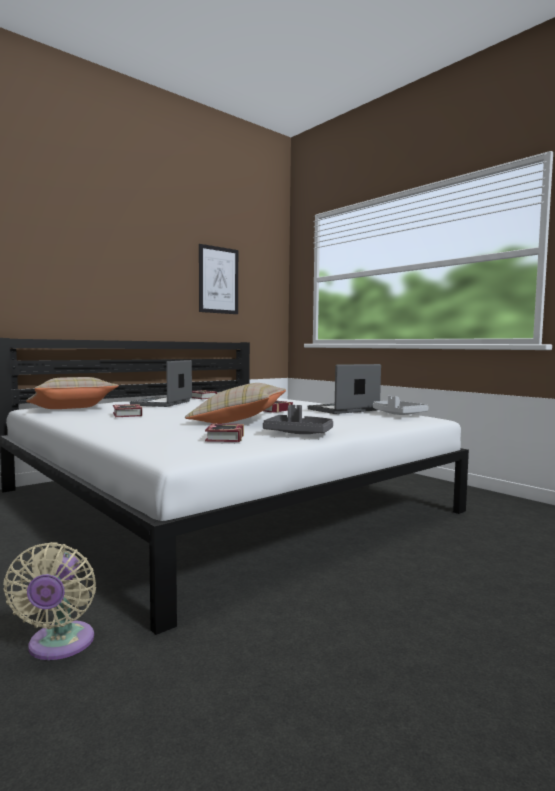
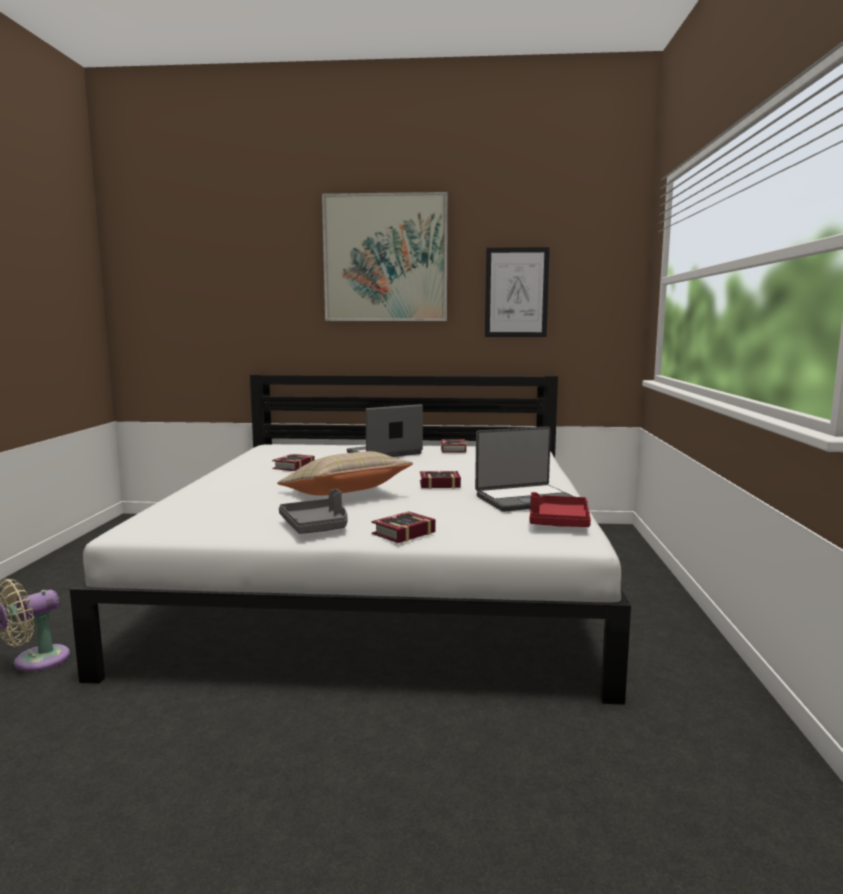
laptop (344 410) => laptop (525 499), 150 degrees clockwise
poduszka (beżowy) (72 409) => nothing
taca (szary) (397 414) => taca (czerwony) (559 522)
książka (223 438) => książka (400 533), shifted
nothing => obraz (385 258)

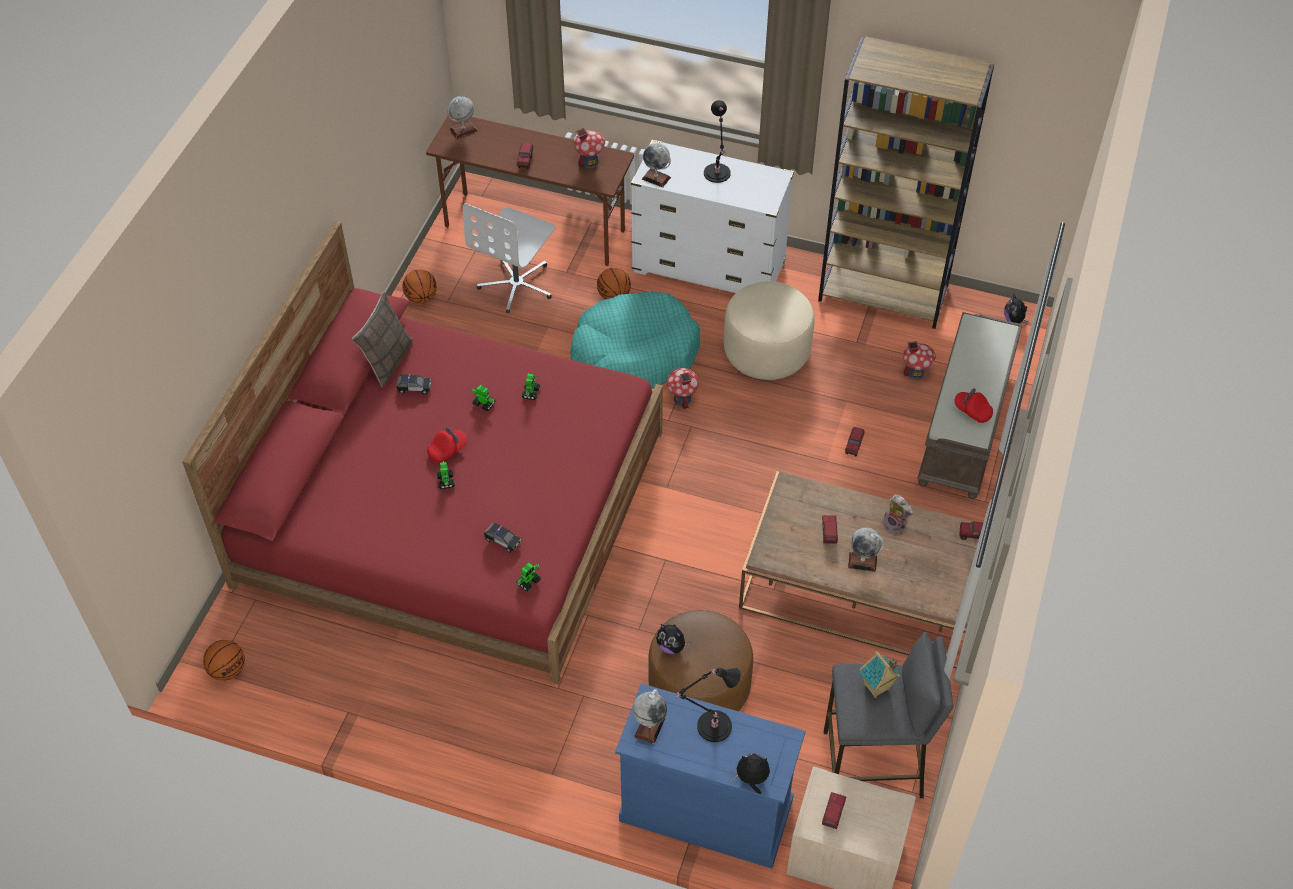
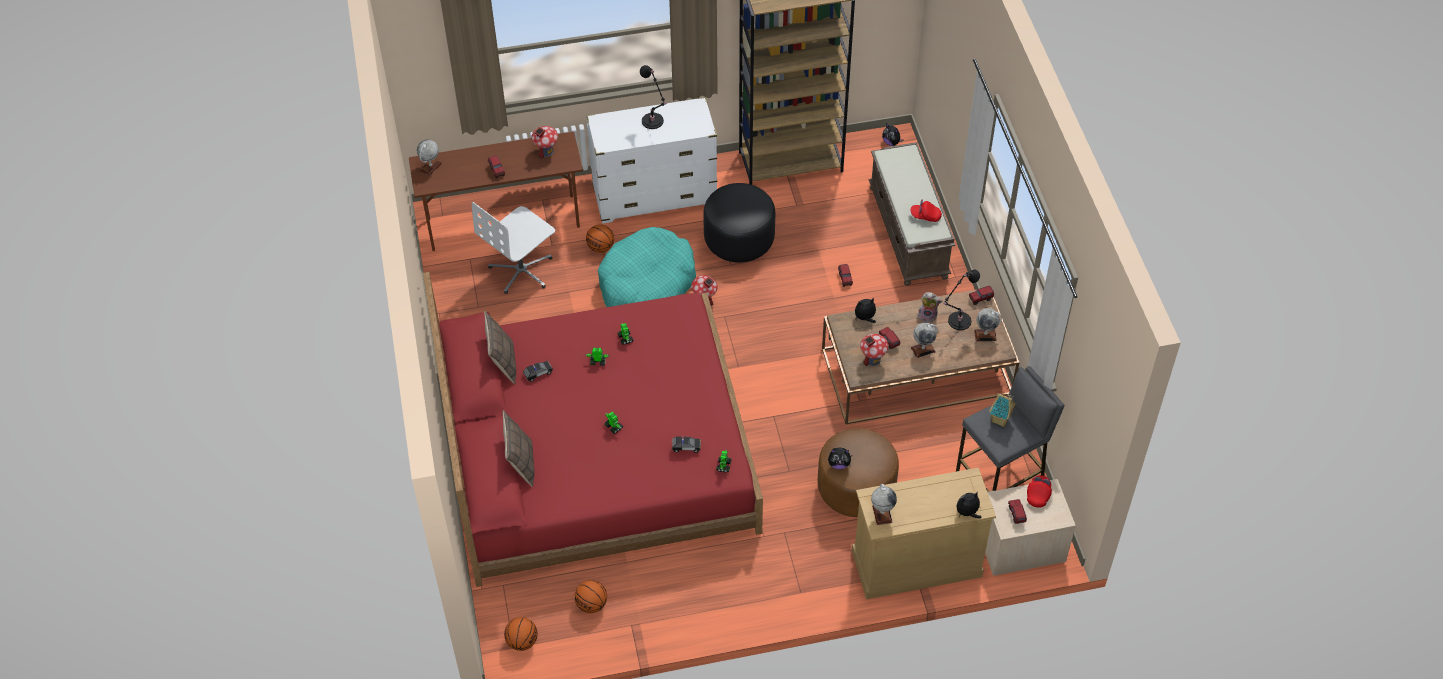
globus (656 178) => globus (985 335), shifted
krzesło biurowe (biały) (517 285) => krzesło biurowe (biały) (522 270), 45 degrees clockwise
piłka do koszykówki (421 298) => piłka do koszykówki (591 604), shifted
pufa (beżowy) (767 351) => pufa (czarny) (739 239)
domek (915 373) => domek (872 360), shifted
czapka z daszkiem (czerwony) (447 450) => czapka z daszkiem (czerwony) (1038 494), shifted
lampa stołowa (czarny) (711 726) => lampa stołowa (czarny) (957 322), shifted
komoda (niebieski) (706 810) => komoda (beżowy) (916 563)
nothing => pluszak (865 318)
nothing => poduszka (521 464)

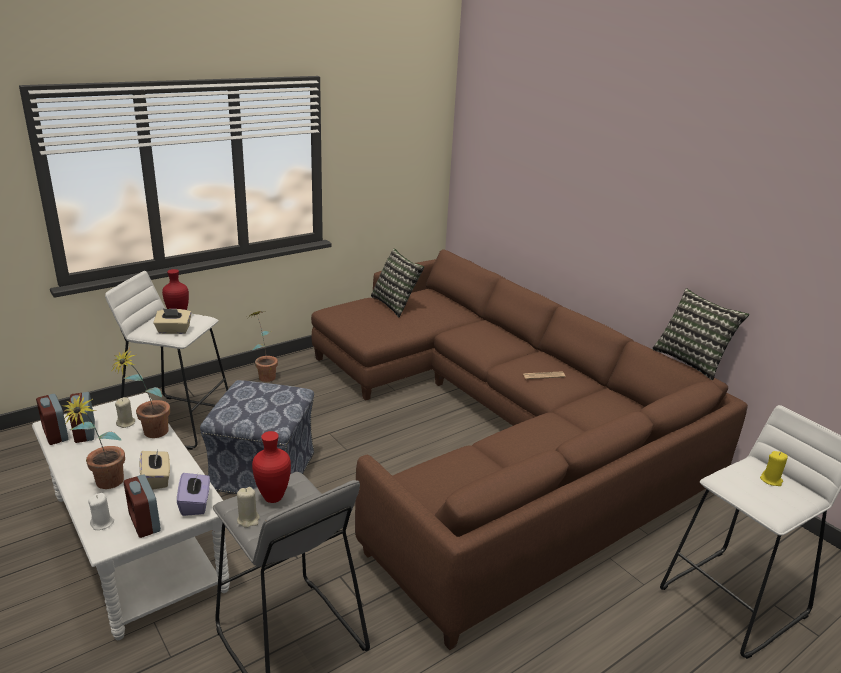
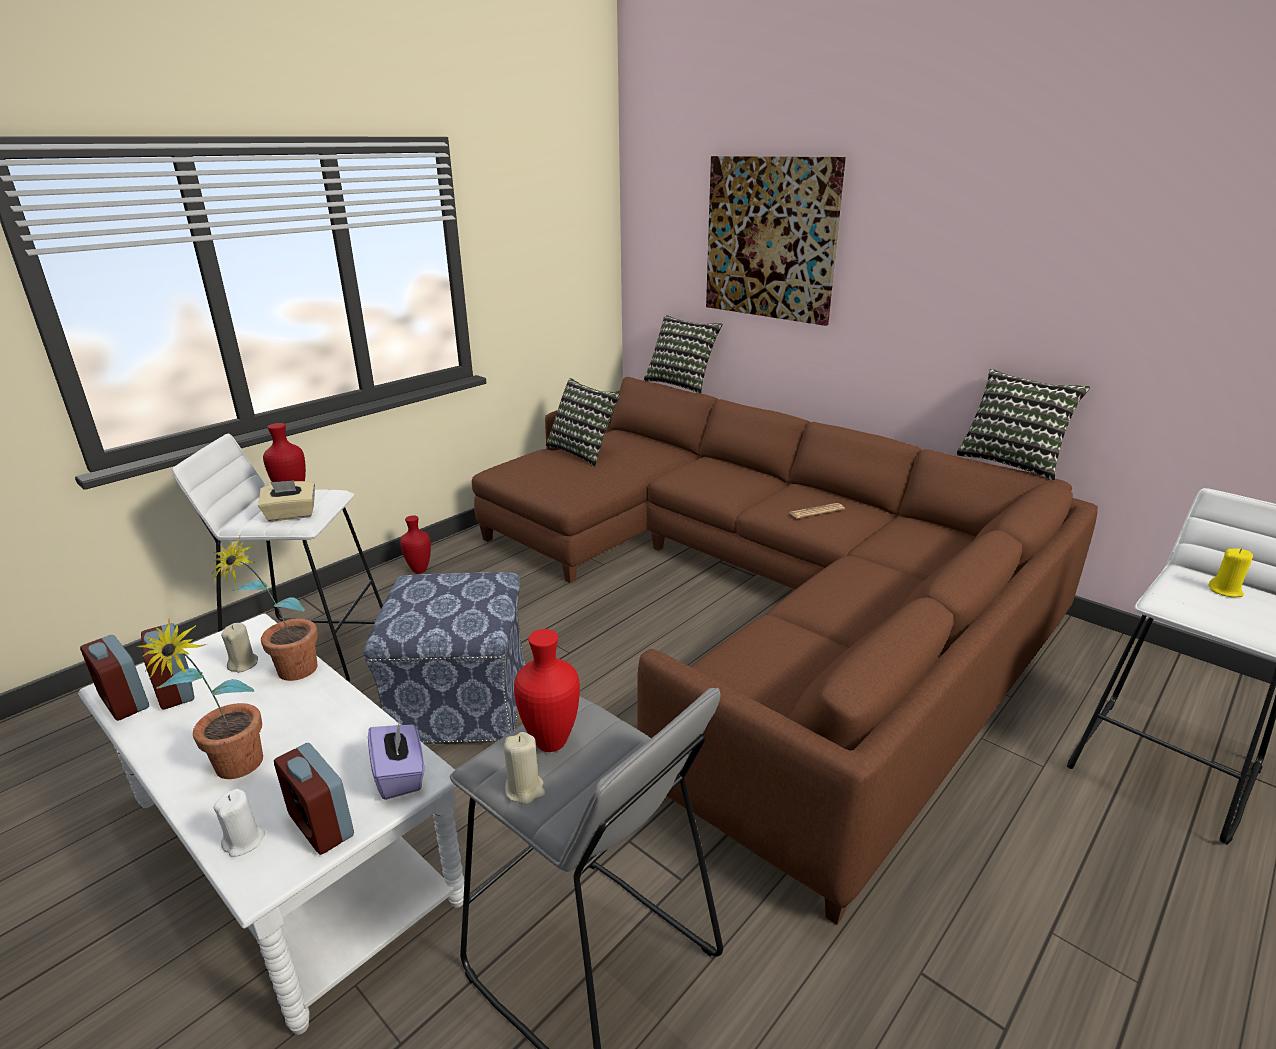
roślina doniczkowa (265 375) => wazon (czerwony) (419 571)
pudełko chusteczek (beżowy) (157 479) => nothing
nothing => obraz (770 239)
nothing => poduszka (681 383)

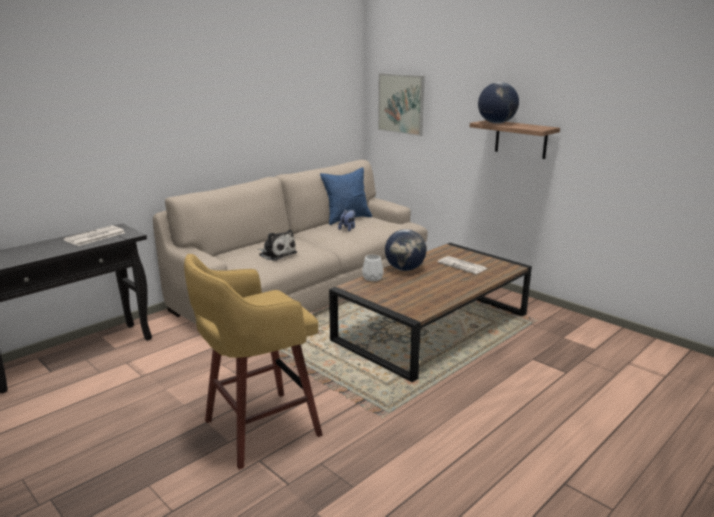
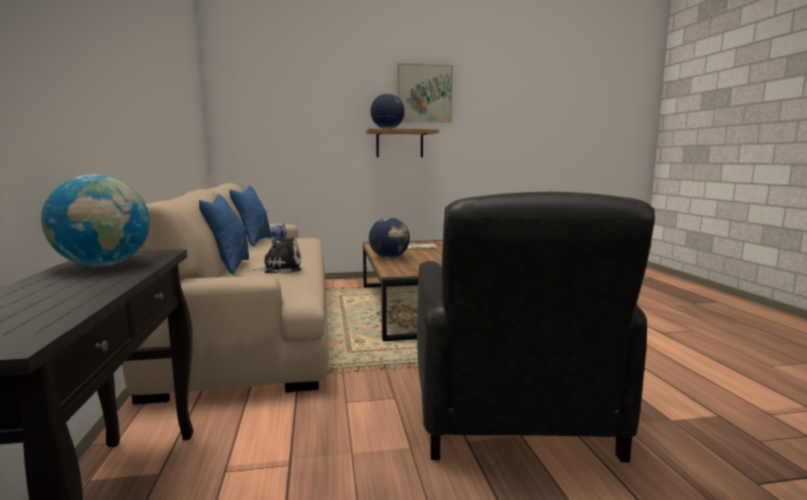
obraz (401 104) => obraz (424 93), shifted
gazeta (94 237) => globus (103 265)
stołek (żółty) (258 429) => fotel (czarny) (511 414)
wazon (biały) (373 278) => nothing
nothing => poduszka (niebieski) (228 267)

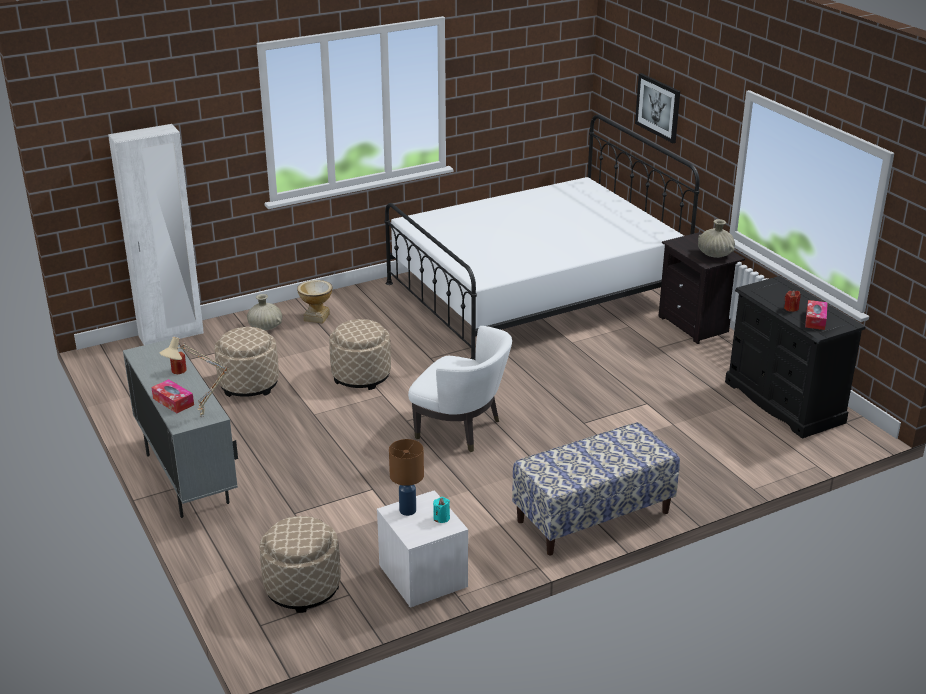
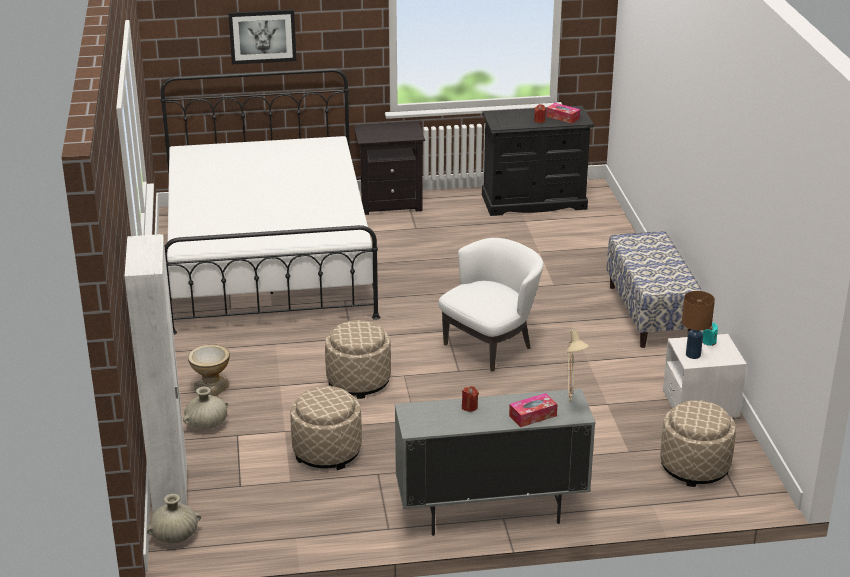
wazon (beżowy) (715 254) => wazon (beżowy) (175 536), shifted

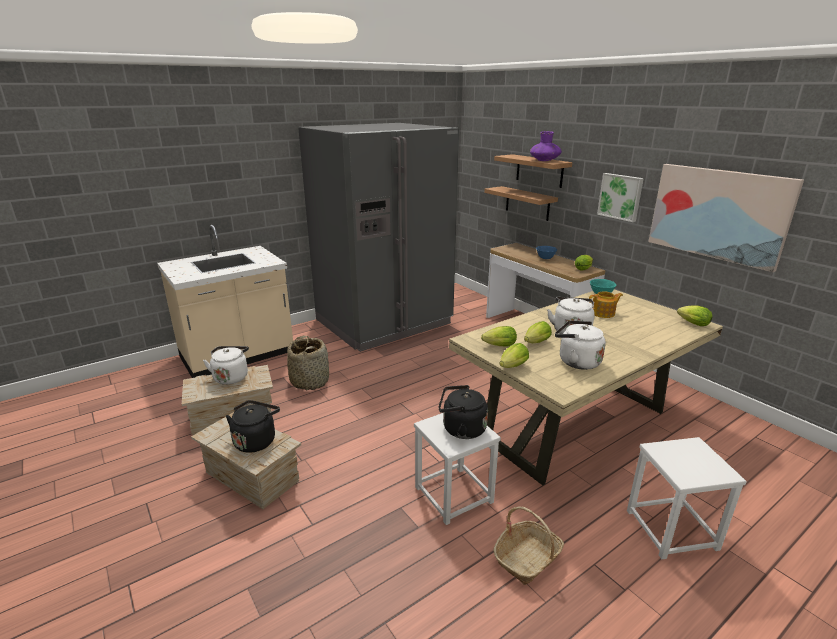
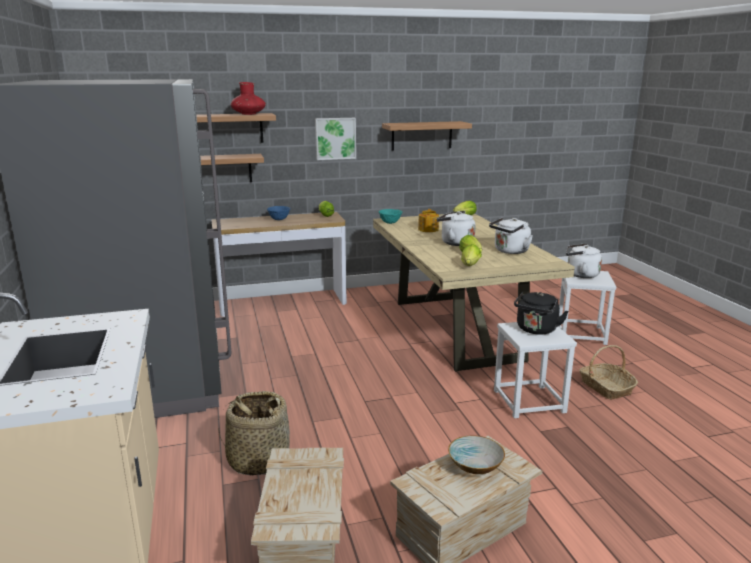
wazon (fioletowy) (544 160) => wazon (czerwony) (248 114)
obraz (718 214) => półka (421 135)
sałata (512 367) => nothing
czajnik (biały) (231 377) => czajnik (biały) (580 275), shifted
czajnik (czarny) (256 440) => miska (475 465)

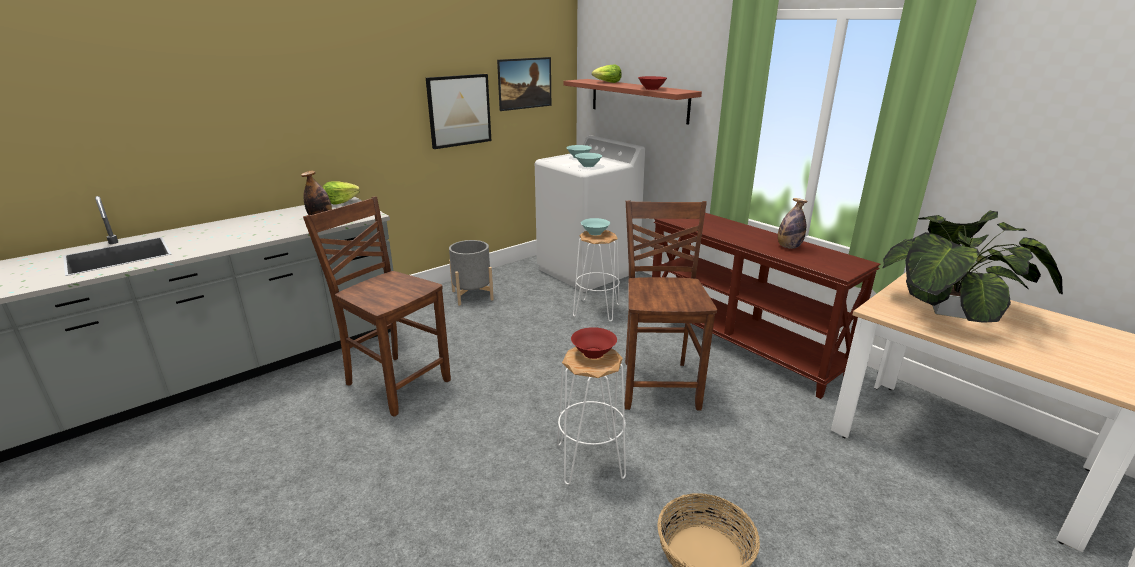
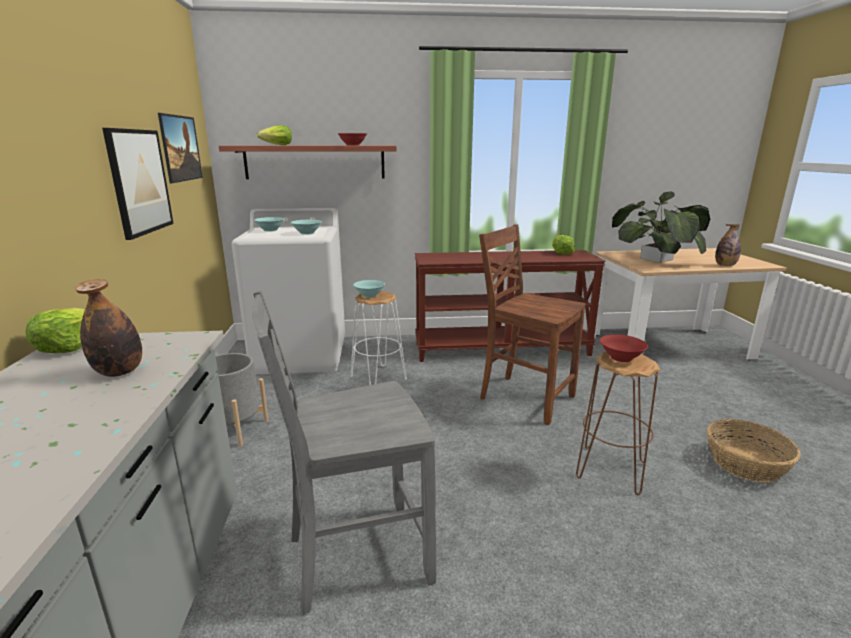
krzesło (brązowy) (396 382) => krzesło (szary) (355 557)
butelka (788 247) => butelka (725 265), shifted
stołek (biały) (591 461) => stołek (brązowy) (610 469)
nothing => sałata (561 253)

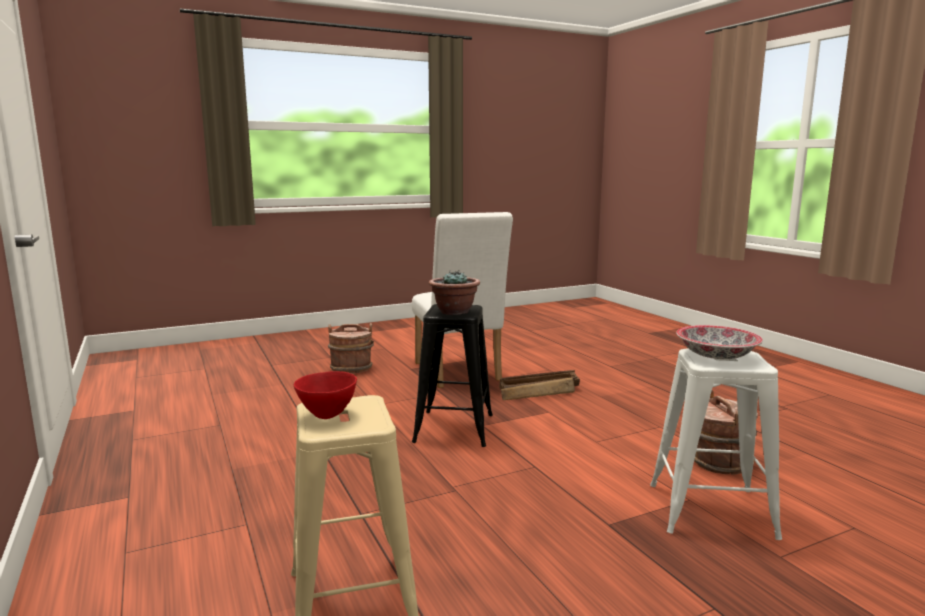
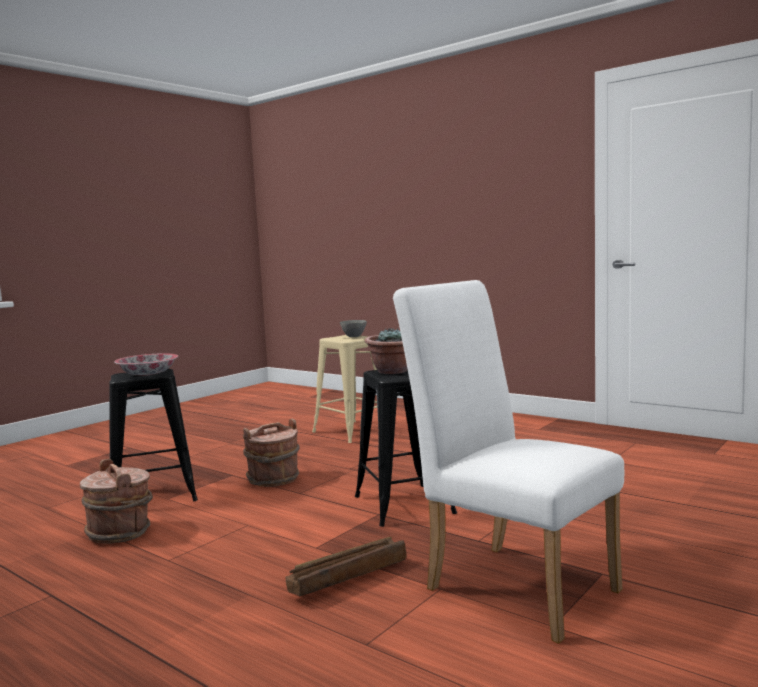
wiadro (brązowy) (351 368) => wiadro (brązowy) (273 479), shifted
stołek (biały) (710 510) => stołek (czarny) (154 495)
miska (czerwony) (327 414) => miska (szary) (354 337)

